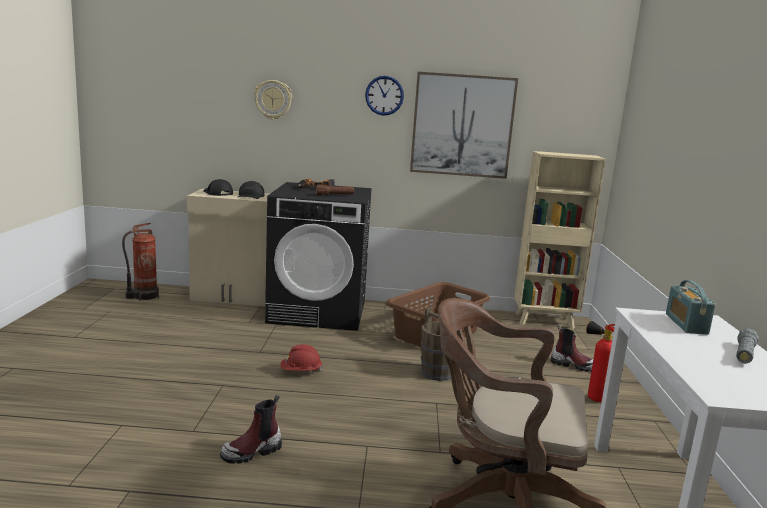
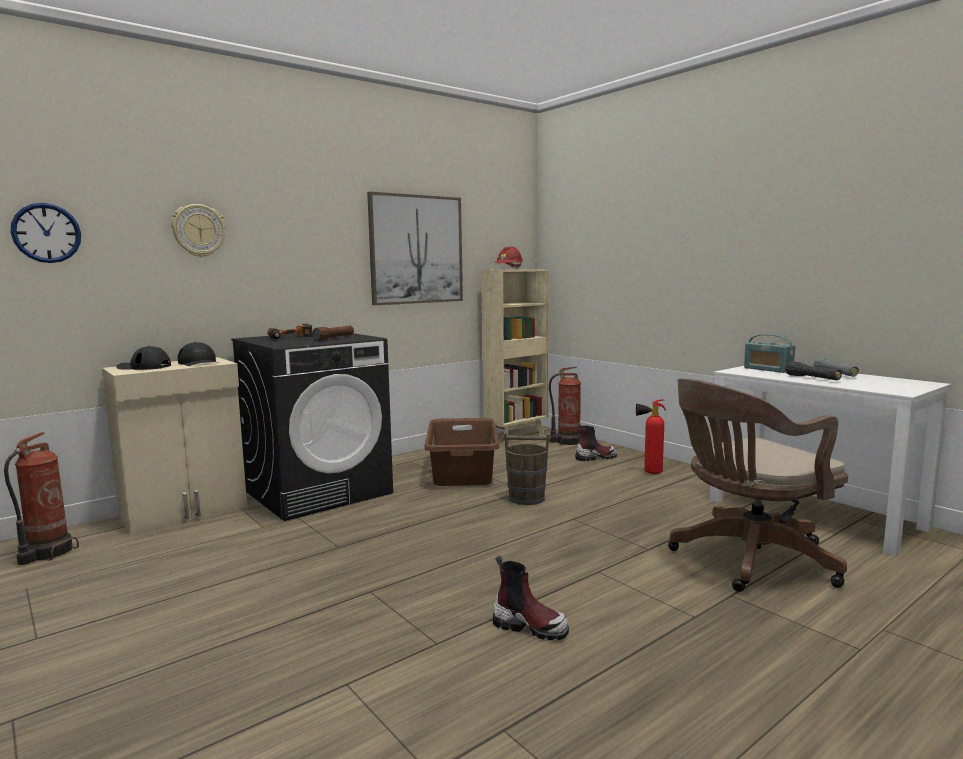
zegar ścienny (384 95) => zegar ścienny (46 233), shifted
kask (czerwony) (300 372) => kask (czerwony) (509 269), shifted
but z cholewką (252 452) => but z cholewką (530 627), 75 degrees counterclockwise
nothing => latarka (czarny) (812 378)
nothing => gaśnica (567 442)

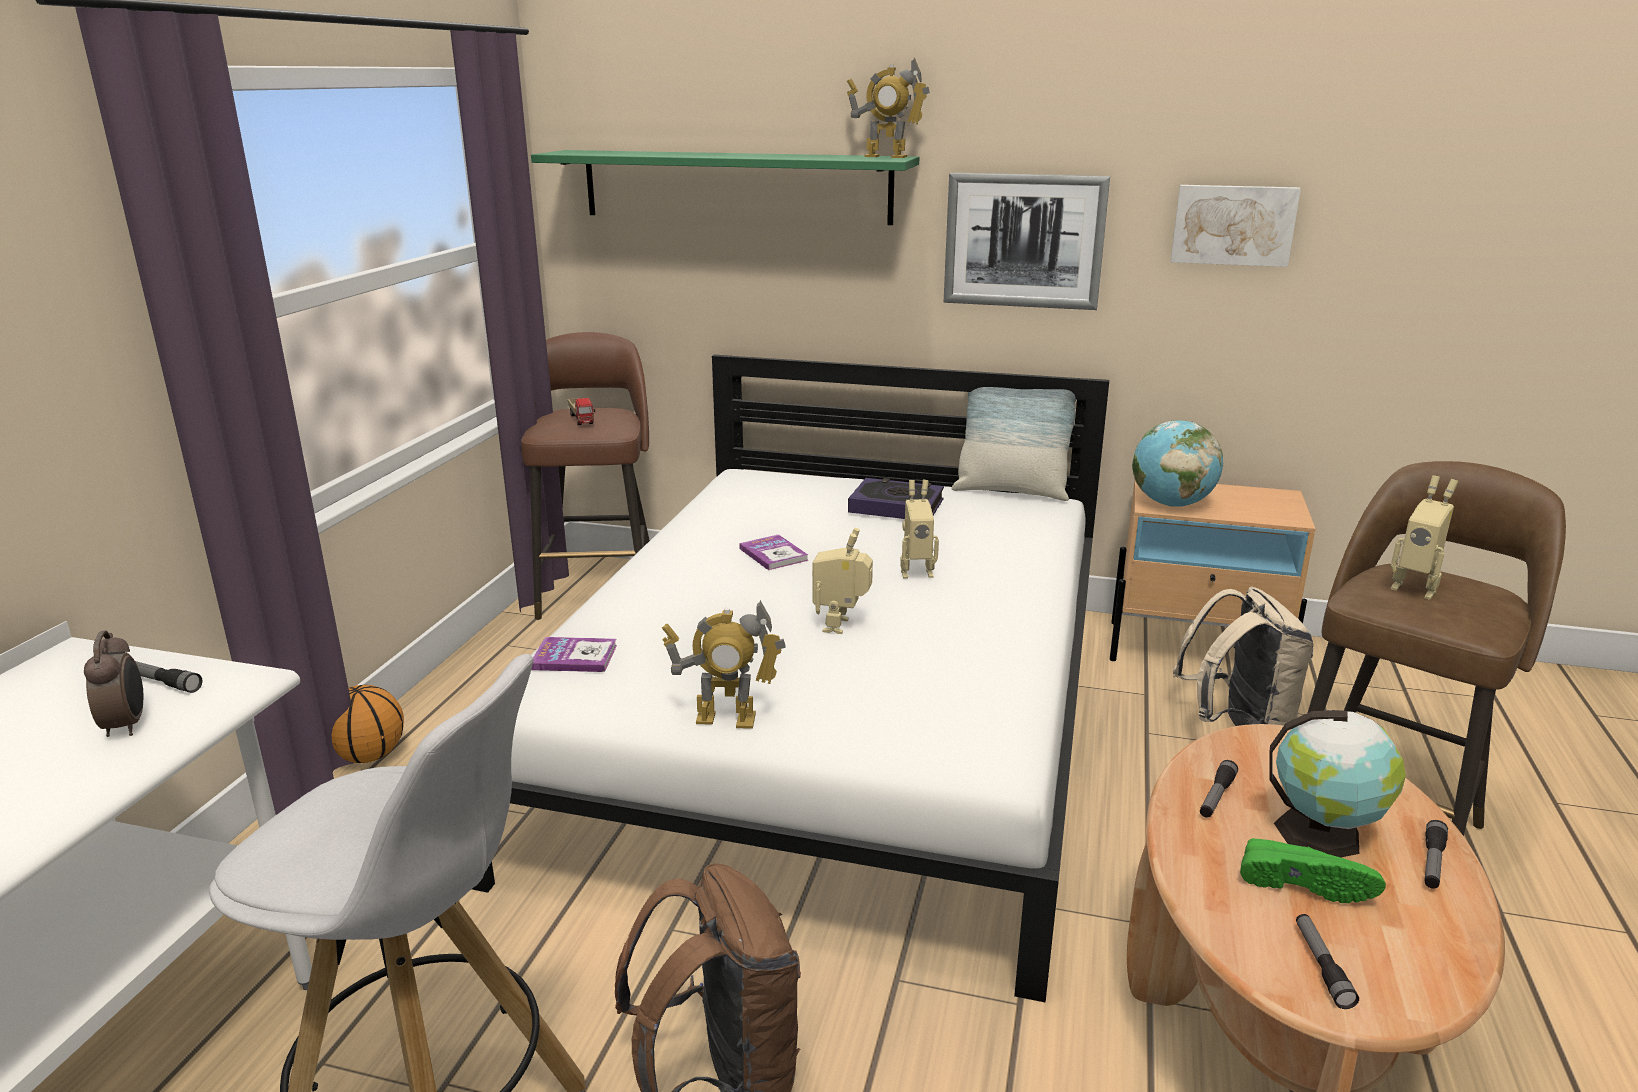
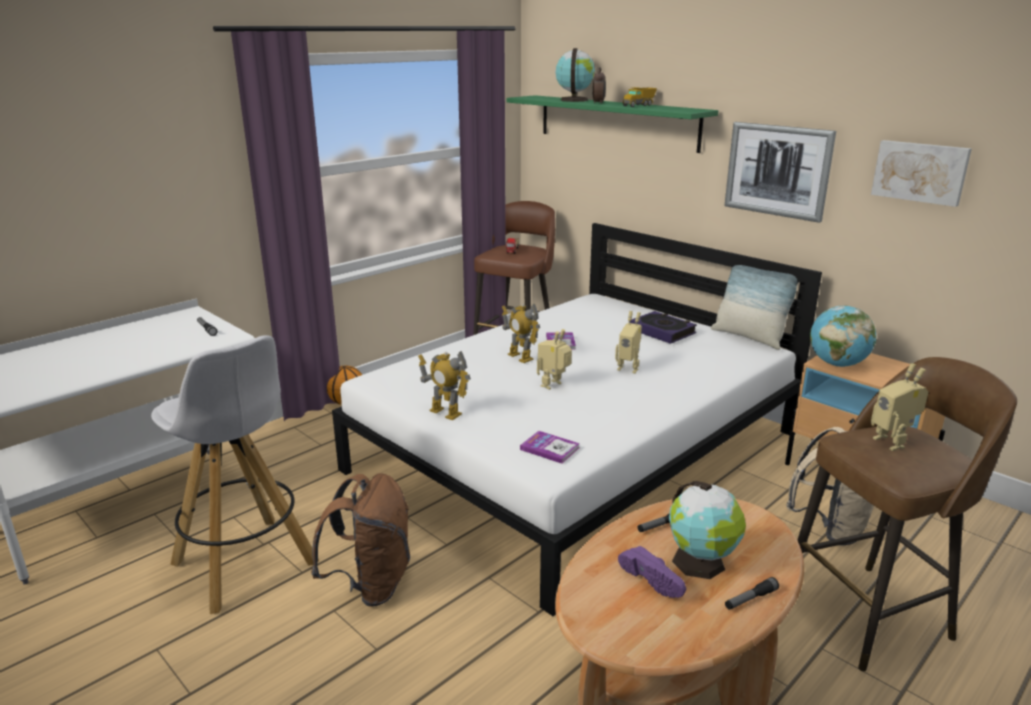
robot zabawkowy (886 156) => robot zabawkowy (520 357), shifted
budzik (127 725) => budzik (598 103), shifted
książka (574 657) => książka (549 448), shifted
but (zielony) (1303 883) => but (fioletowy) (654 579)
latarka (1321 966) => nothing
nothing => globus (574 100)
nothing => ciężarówka zabawkowa (639 105)

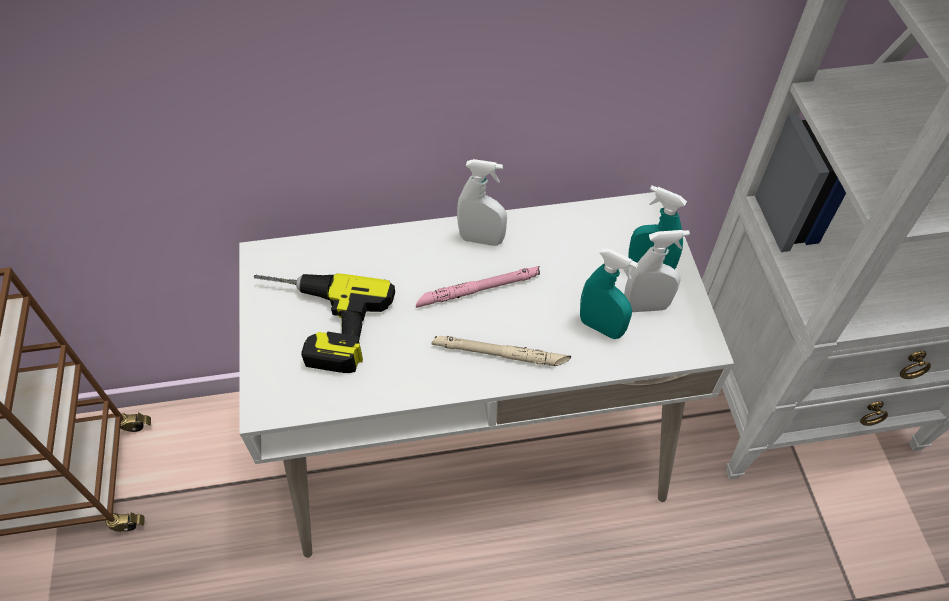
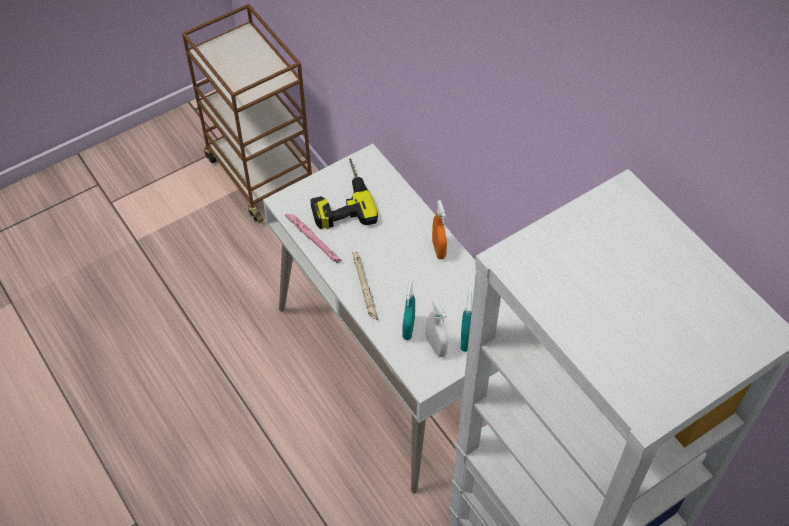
spryskiwacz (biały) (481 239) => spryskiwacz (pomarańczowy) (438 249)
latarka (różowy) (478 290) => latarka (różowy) (313 240), shifted

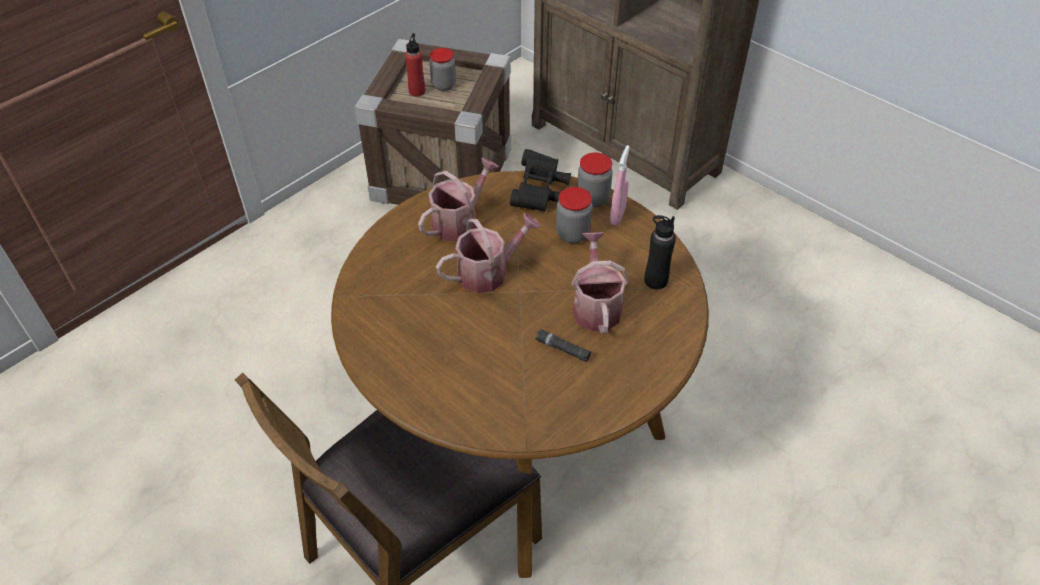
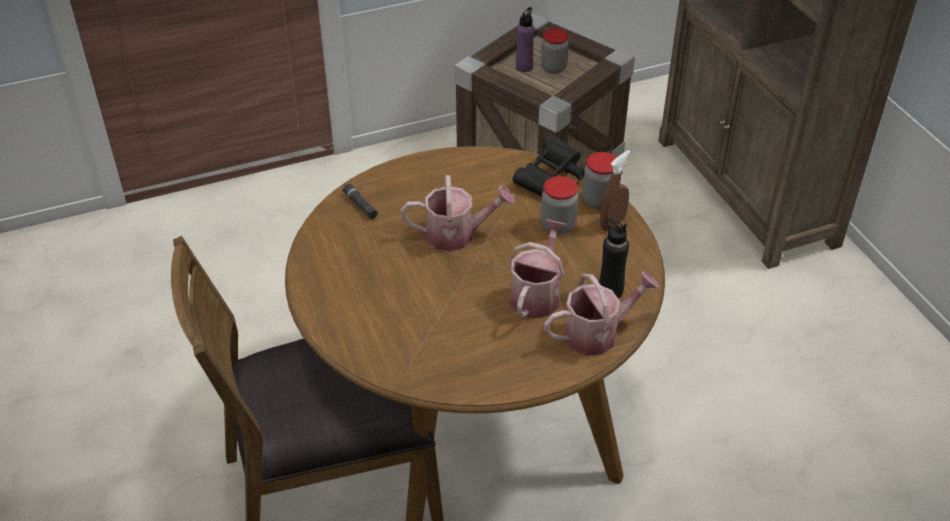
butelka (czerwony) (417 91) => butelka (fioletowy) (524 67)
spryskiwacz (różowy) (617 216) => spryskiwacz (brązowy) (612 223)
konewka (459 221) => konewka (597 333), shifted
latarka (czarny) (562 349) => latarka (czarny) (360 205), shifted

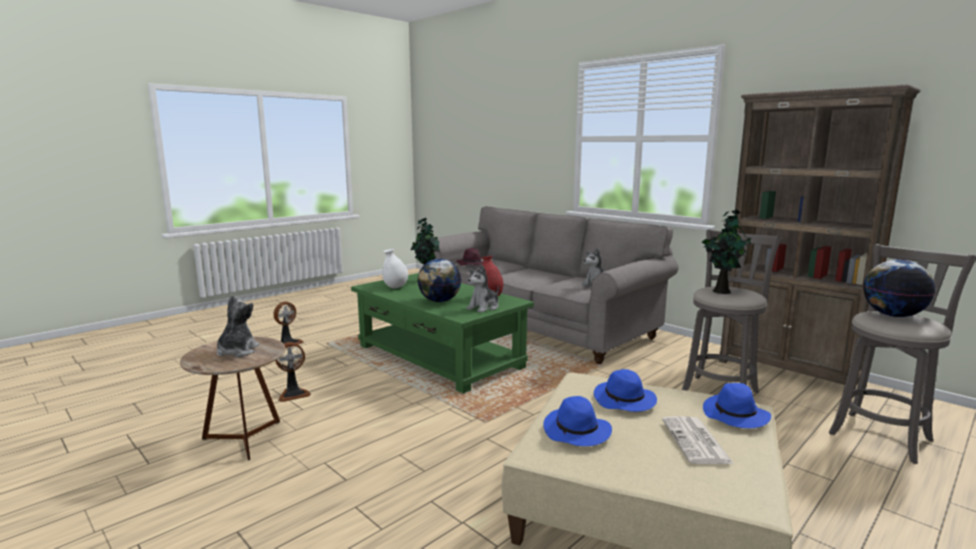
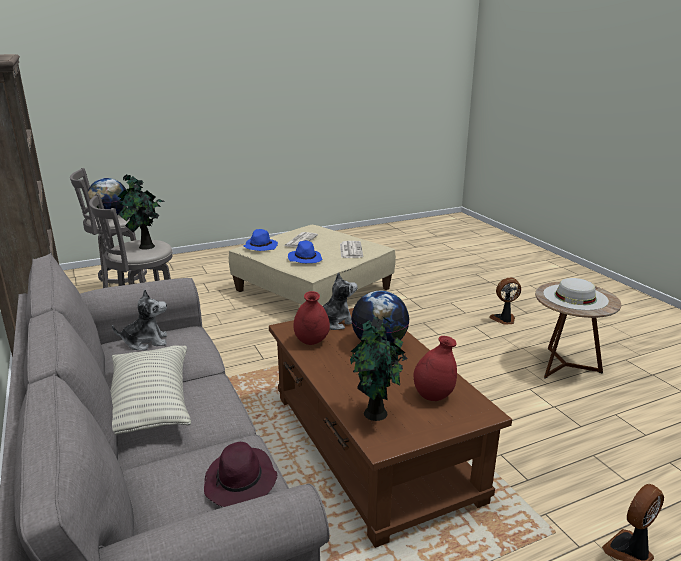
wazon (biały) (395 287) => wazon (czerwony) (433 396)
ława (zielony) (439 357) => ława (brązowy) (372 444)
pluszak (237 351) => kapelusz (biały) (575 297)
wentylator (293 394) => wentylator (504 320), shifted
kapelusz (niebieski) (577 432) => gazeta (350 250)
nothing => poduszka (150 404)

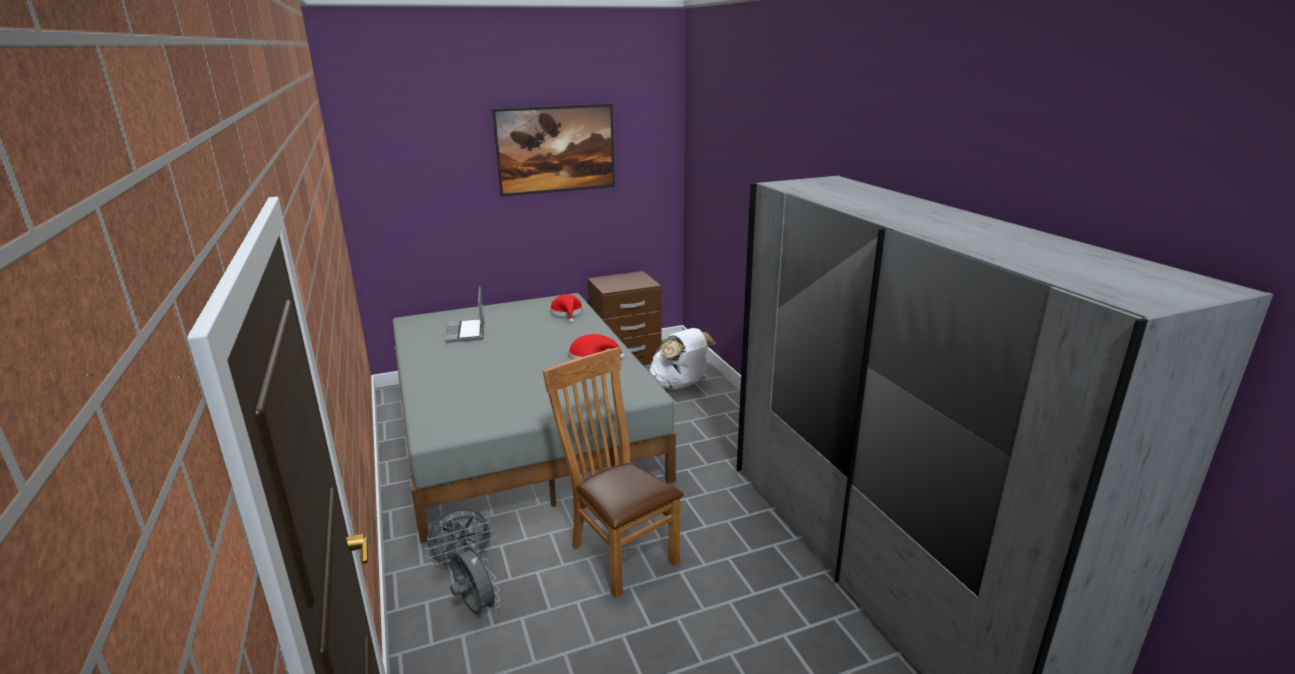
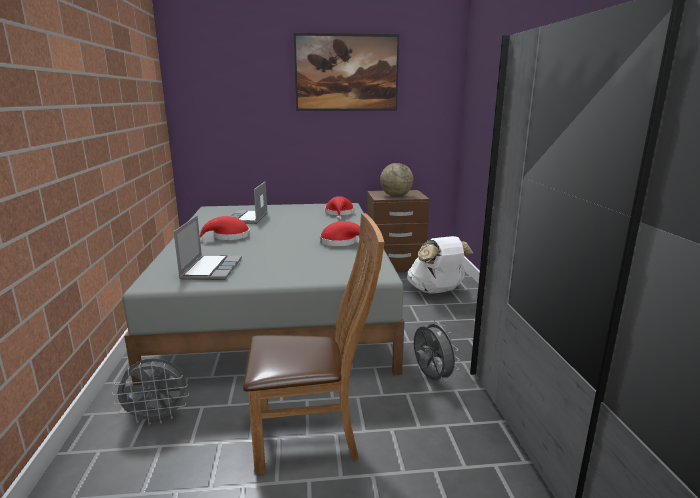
krzesło (brązowy) (619 551) => krzesło (brązowy) (313 436), 105 degrees clockwise
wentylator (szary) (475 608) => wentylator (szary) (431 378), shifted
nothing => globus (396 196)
nothing => laptop (211 269)
nothing => kapelusz (czerwony) (228 237)

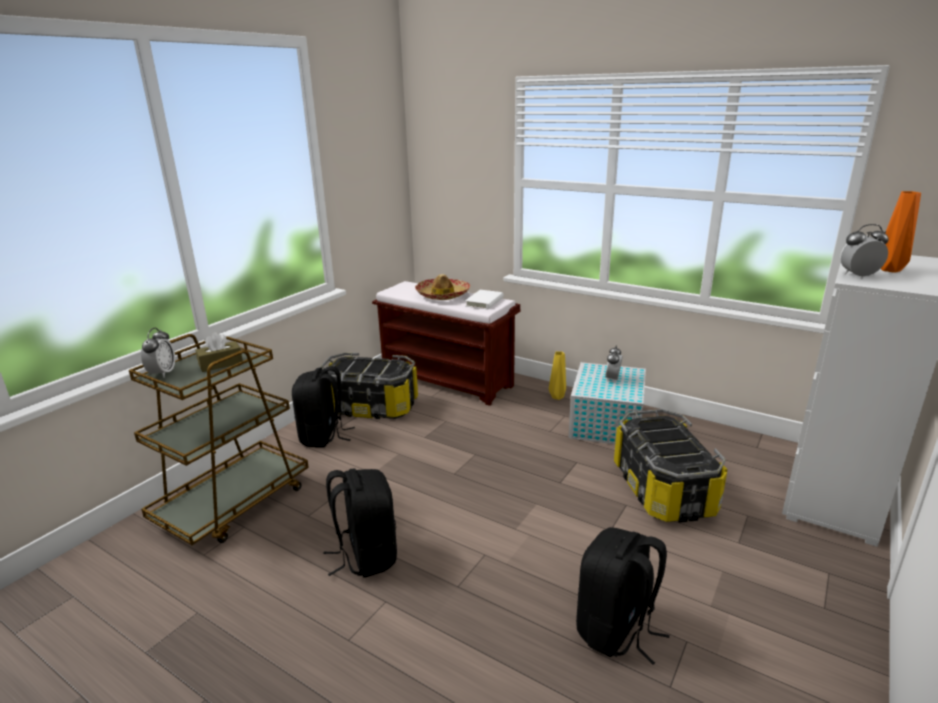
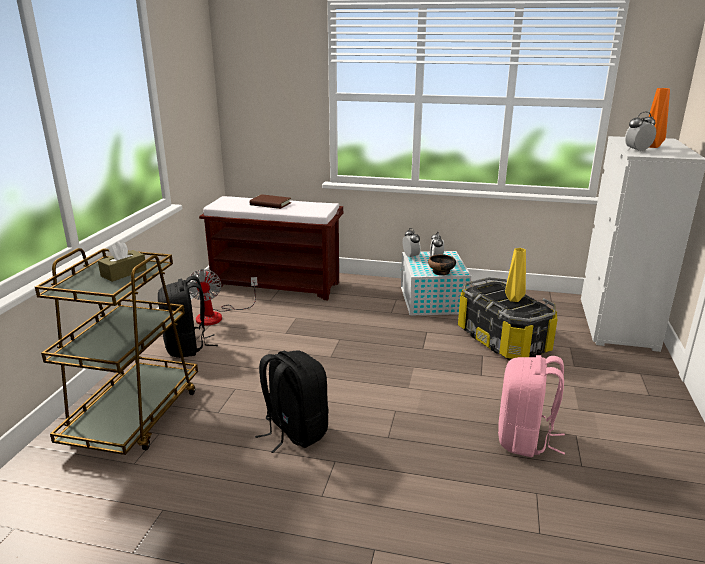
kapelusz (443 295) => książka (brązowy) (270 204)
książka (biały) (484 302) => nothing
budzik (162 373) => budzik (410 257), shifted
wazon (żółty) (557 396) => wazon (żółty) (513 299), shifted
pojemnik do przechowywania (371 406) => wentylator (217 316)
plecak (czarny) (616 630) => plecak (różowy) (525 439)
nothing => miska (441 272)

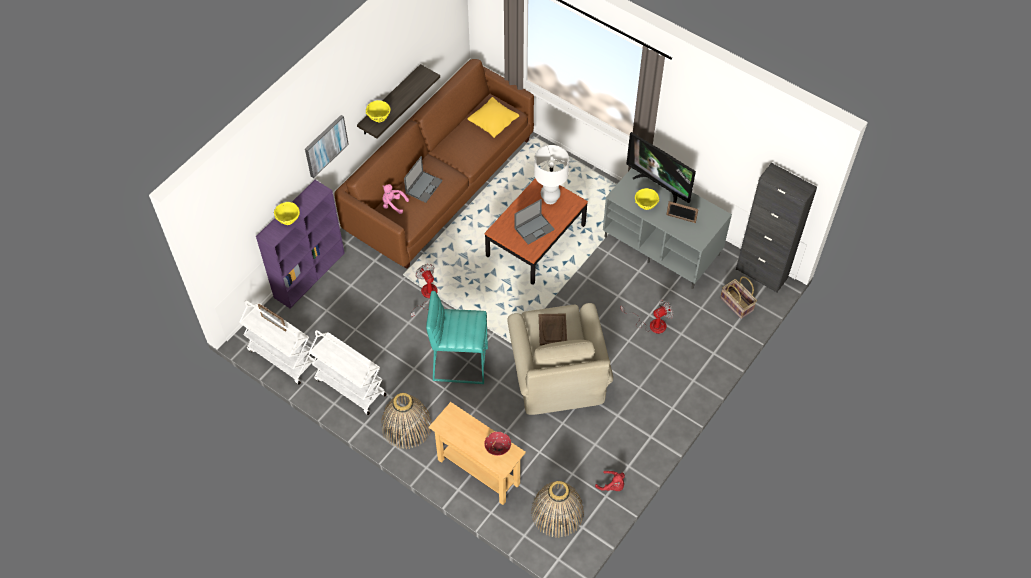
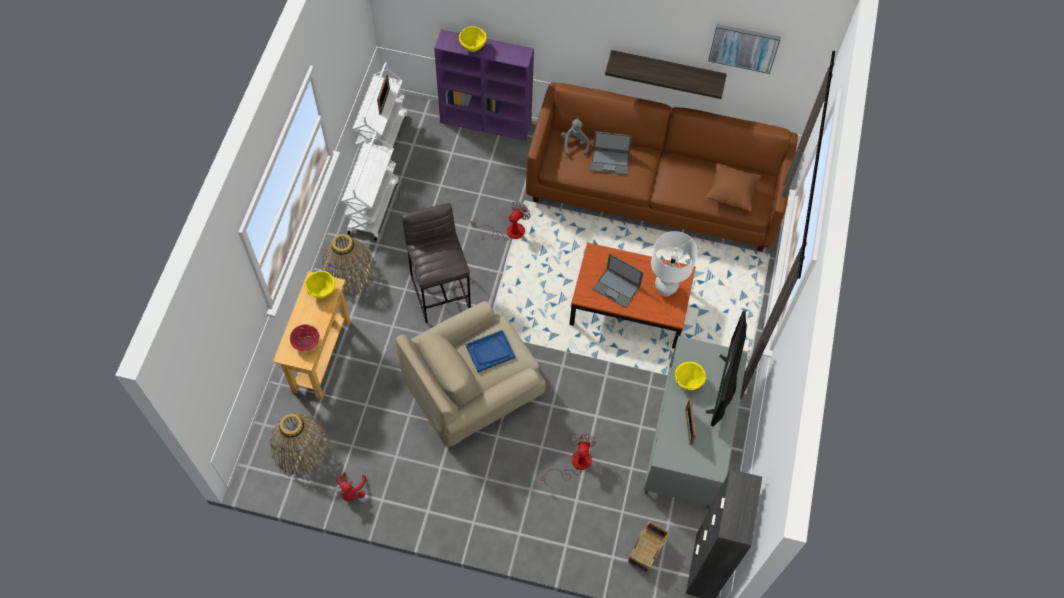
poduszka (żółty) (493 124) => poduszka (brązowy) (731 194)
miska (żółty) (379 117) => miska (żółty) (322 291), shifted
obraz (325 145) => obraz (744 47), shifted
pluszak (różowy) (393 204) => pluszak (szary) (574 144)
stołek (turkusowy) (459 363) => stołek (szary) (441 291)
wentylator (651 324) => wentylator (574 464), 120 degrees counterclockwise
taca (brązowy) (552 330) => taca (niebieski) (490 351)

